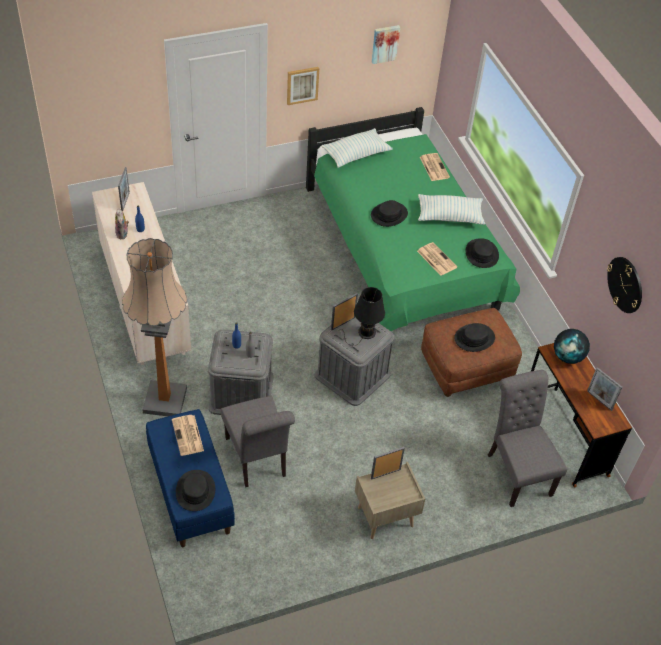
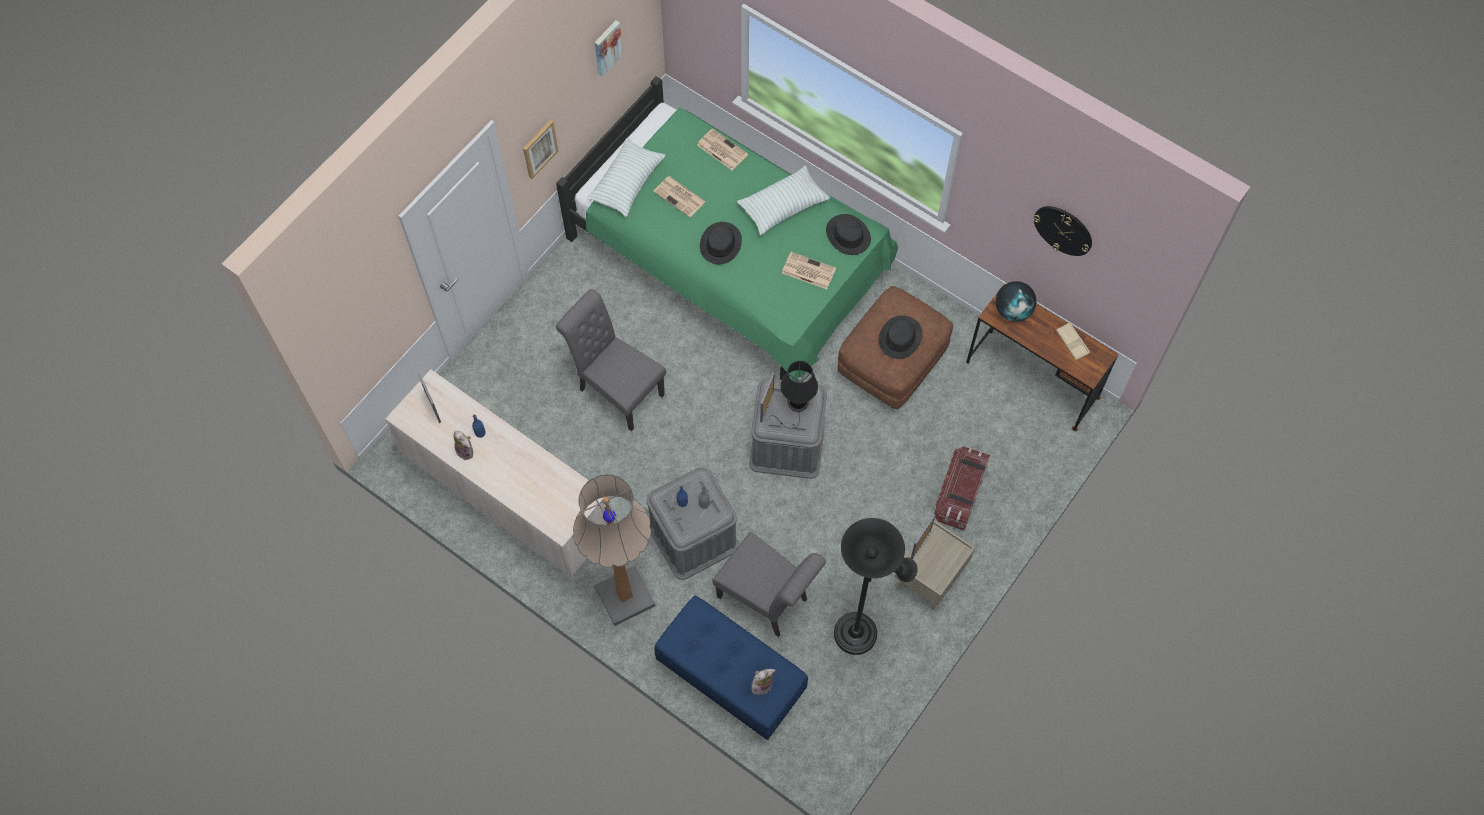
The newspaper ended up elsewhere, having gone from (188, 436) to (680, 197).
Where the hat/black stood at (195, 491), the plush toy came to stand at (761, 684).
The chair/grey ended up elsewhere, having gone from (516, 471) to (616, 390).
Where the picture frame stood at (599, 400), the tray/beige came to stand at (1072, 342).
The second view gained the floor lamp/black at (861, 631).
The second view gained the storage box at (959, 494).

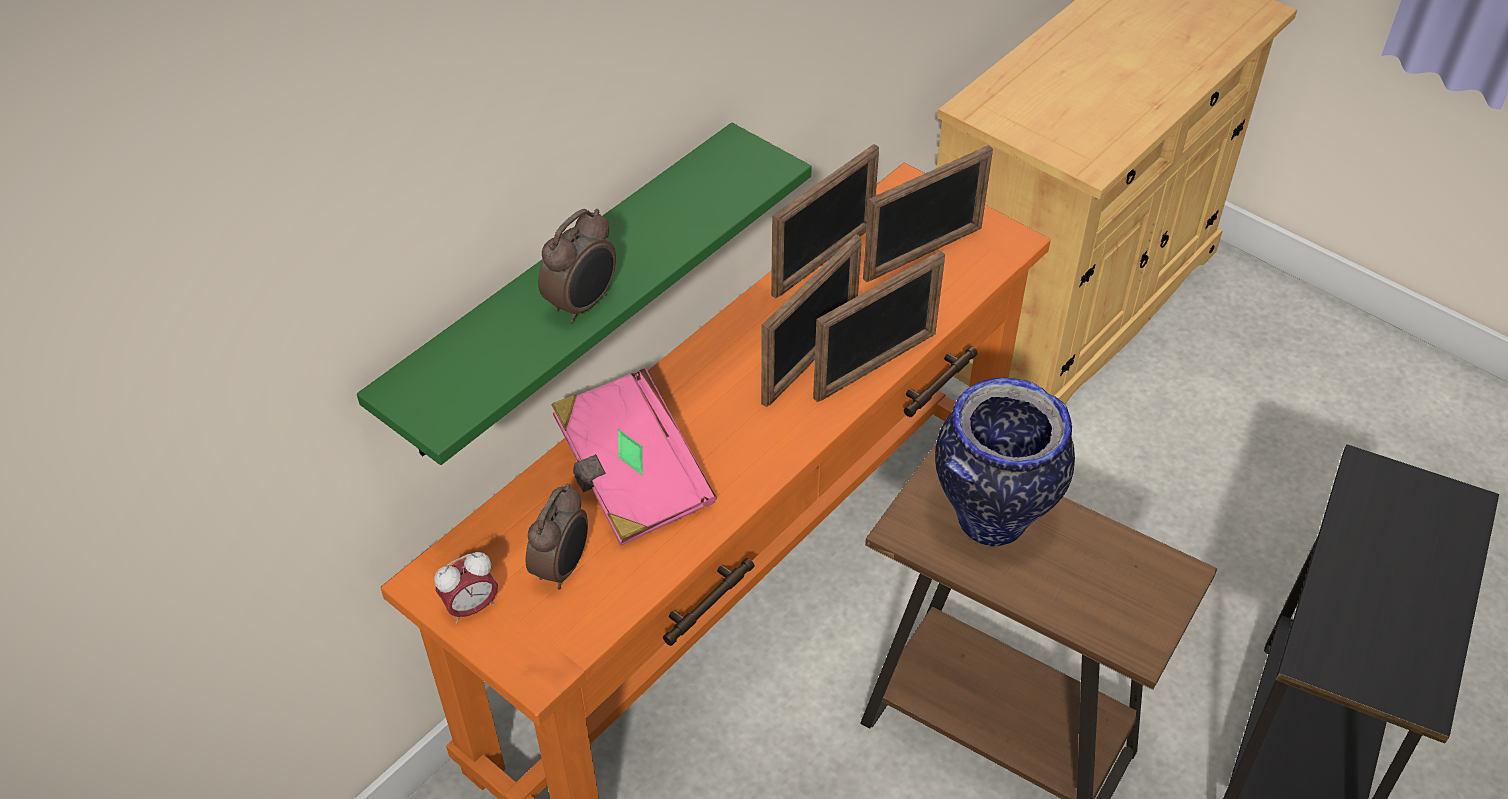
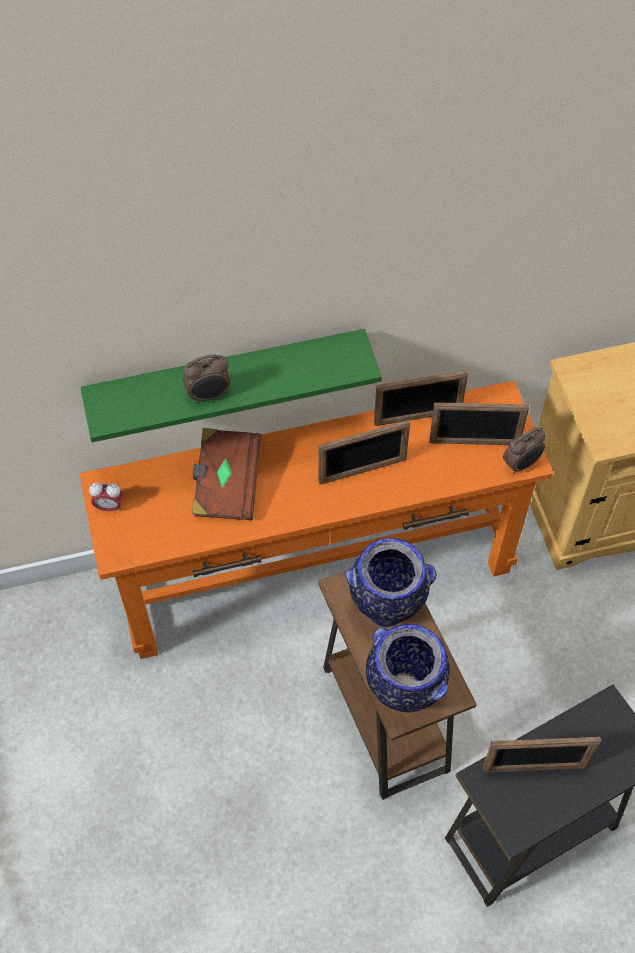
The alarm clock ended up elsewhere, having gone from (563, 567) to (521, 464).
What was the book/pink at (632, 478) turned into the book/brown at (226, 485).
The picture frame ended up elsewhere, having gone from (876, 366) to (534, 767).
The second view gained the vase at (404, 693).

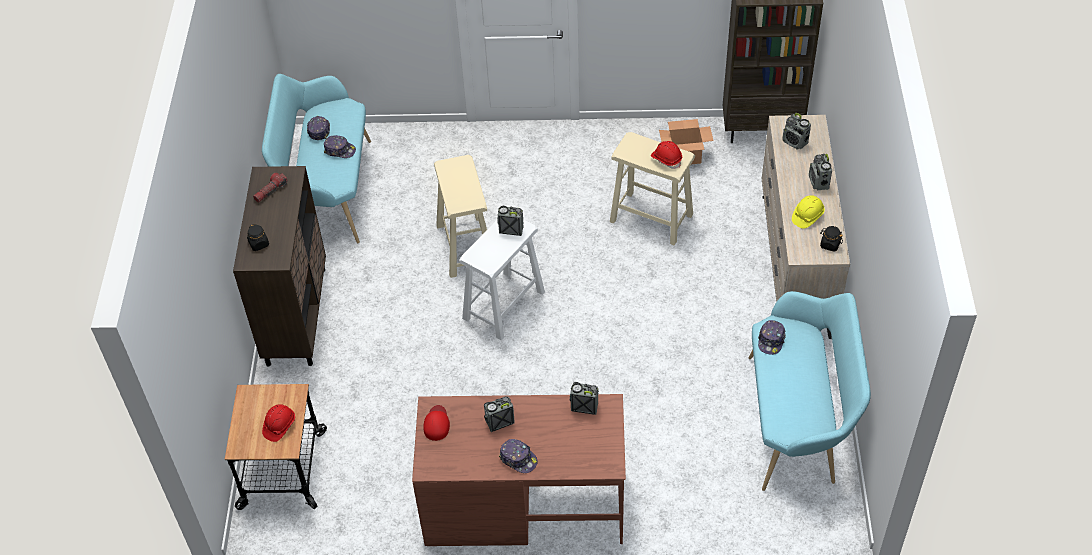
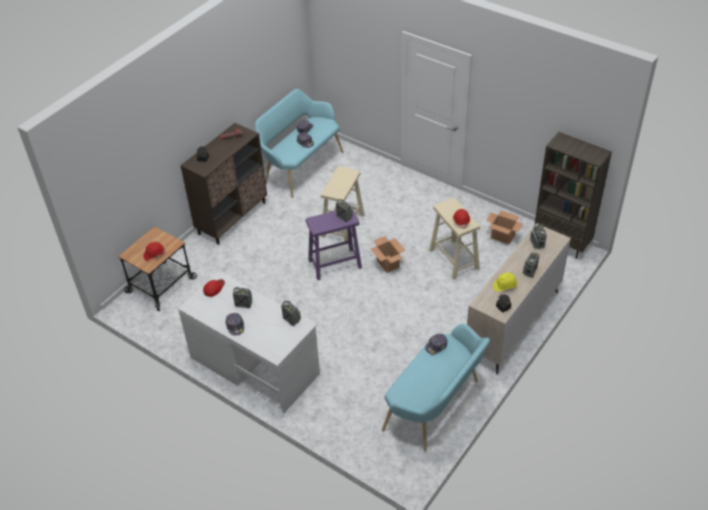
What was the desk/brown at (523, 503) turned into the desk/white at (254, 365).
What was the stool/white at (503, 305) turned into the stool/purple at (334, 264).
The second view gained the cardboard box at (388, 264).

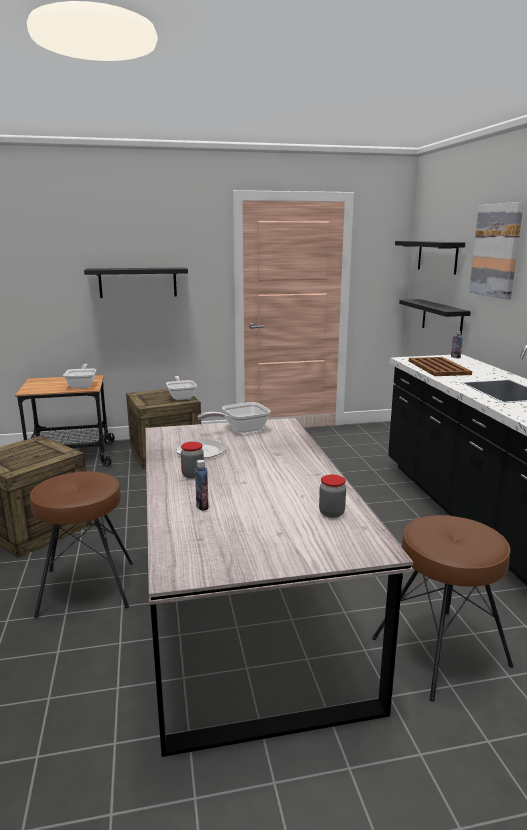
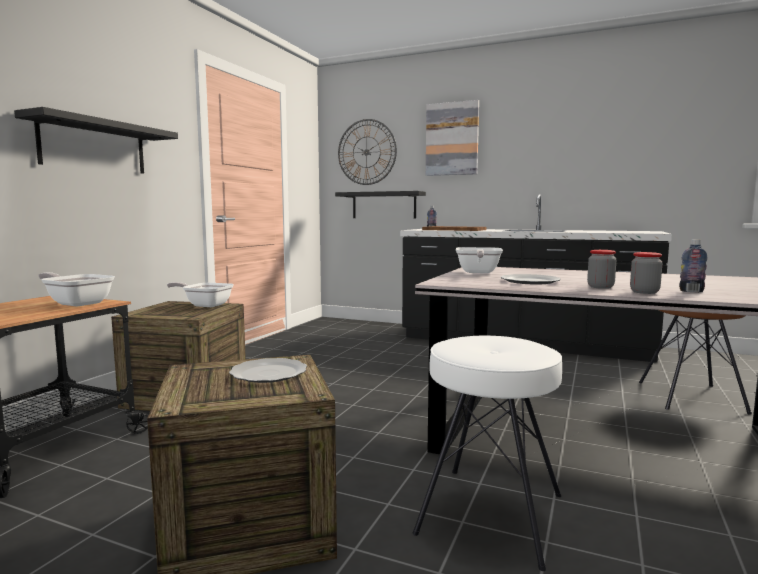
What was the stool/brown at (87, 587) turned into the stool/white at (489, 513).
The jar ended up elsewhere, having gone from (331, 513) to (644, 292).
Where the shelf/black hung at (437, 256), the wall clock came to hang at (366, 152).
The second view gained the plate at (269, 374).

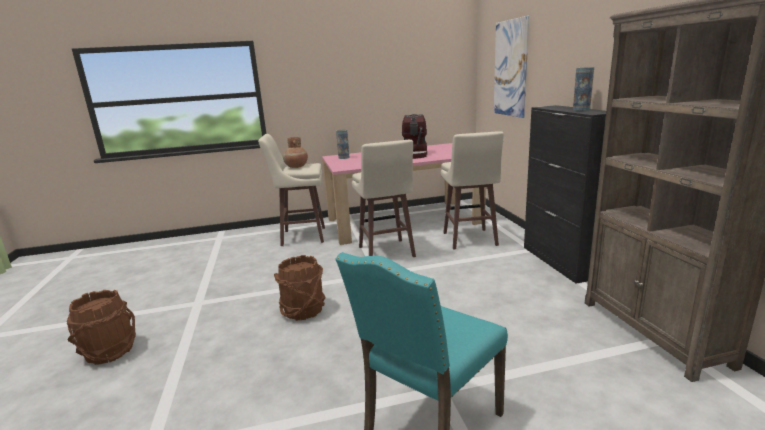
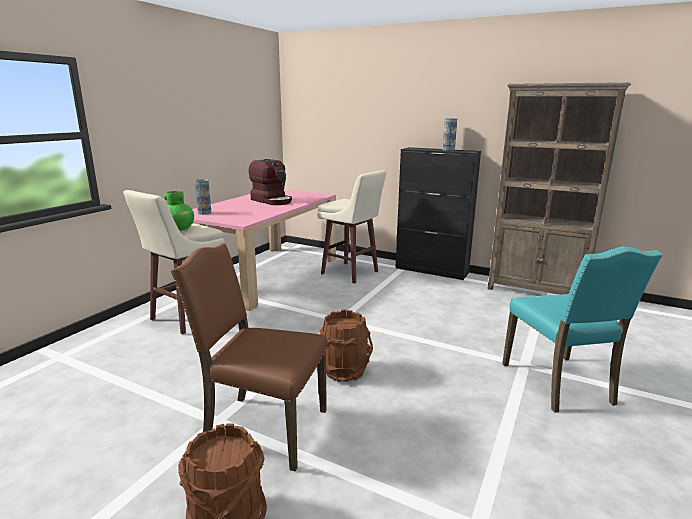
What was the vase/brown at (296, 167) turned into the vase/green at (179, 229).
The second view lost the stool/beige at (386, 252).
The second view lost the picture at (510, 68).
The second view gained the chair/brown at (263, 427).

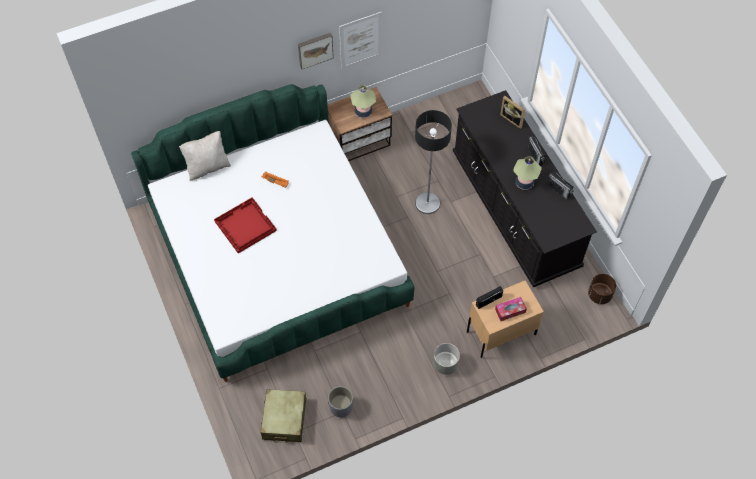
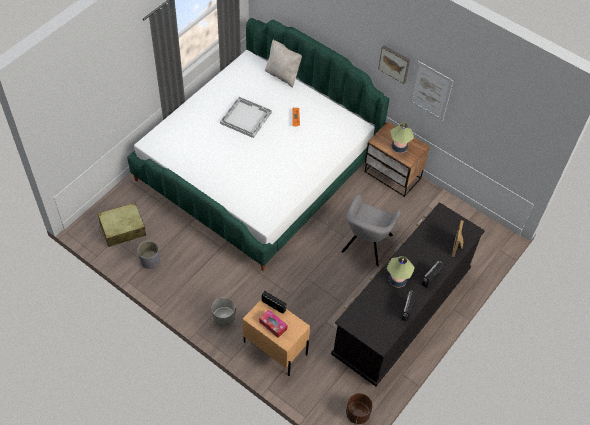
What was the tray/red at (244, 226) turned into the tray/white at (246, 117).
Where the floor lamp stood at (427, 203), the armchair/grey came to stand at (366, 245).

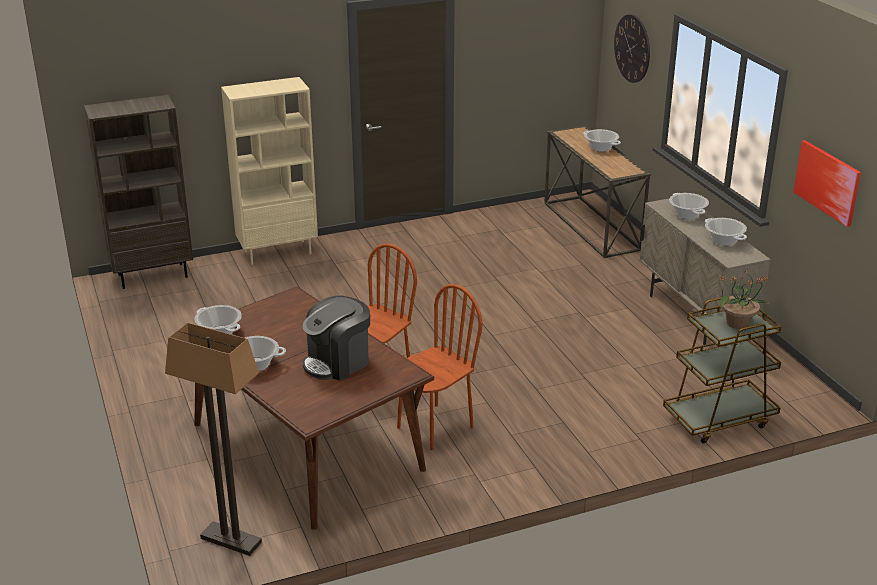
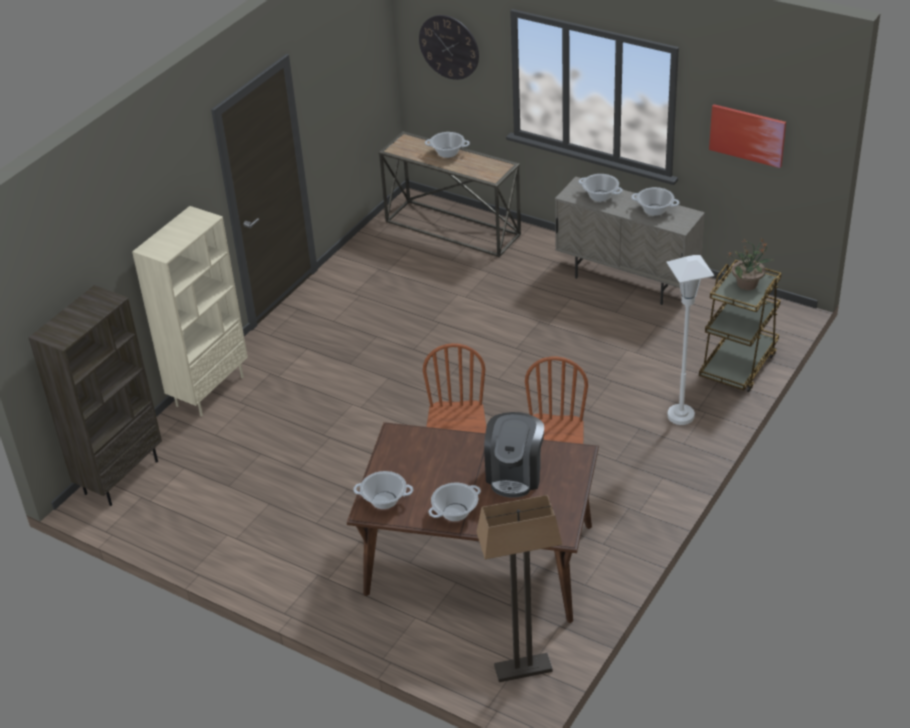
The second view gained the floor lamp/white at (680, 416).

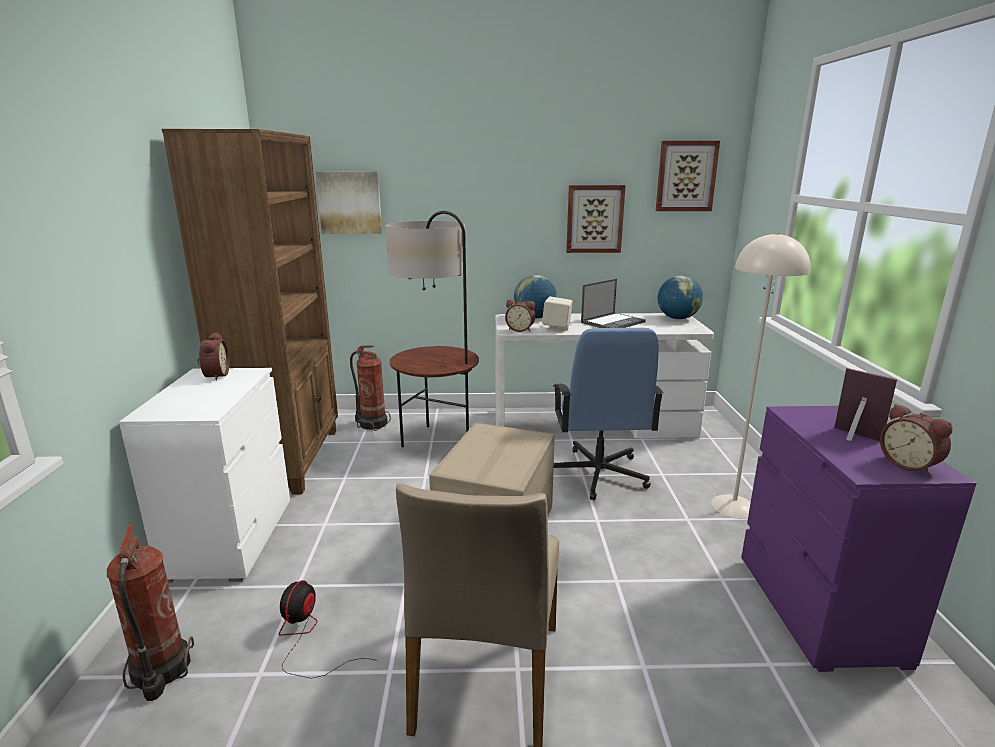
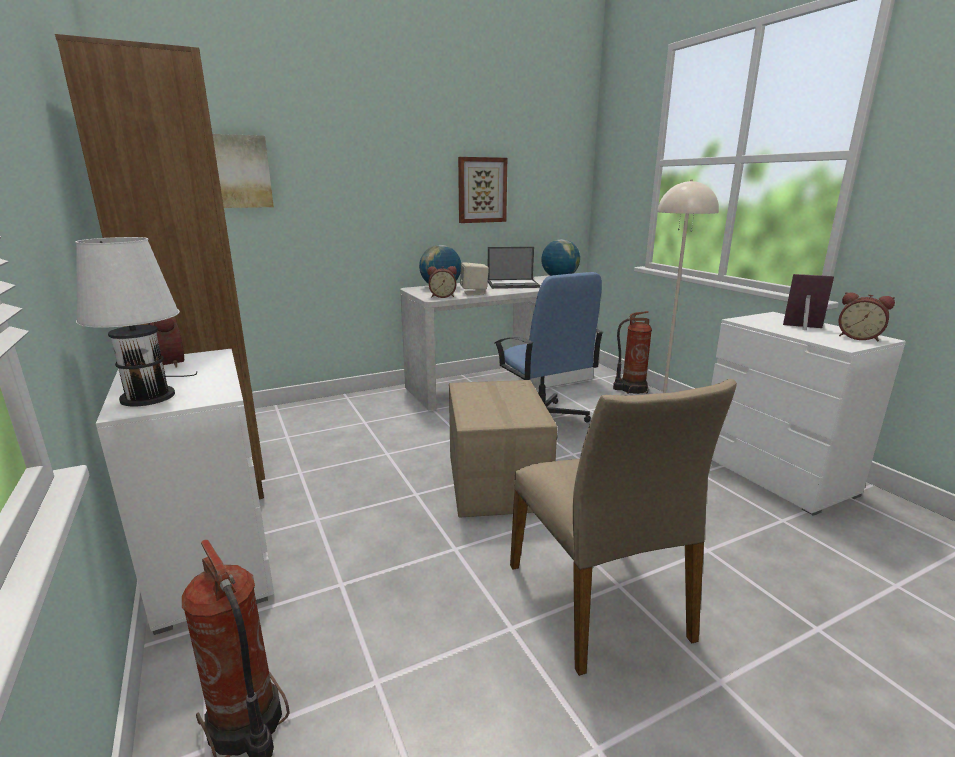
The second view lost the fan at (307, 638).
The fire extinguisher ended up elsewhere, having gone from (372, 424) to (631, 389).
The second view lost the floor lamp at (437, 441).
The laptop at (613, 322) ended up facing another way, 60 degrees clockwise from before.
The second view lost the picture at (686, 176).
What was the dresser/purple at (819, 610) turned into the dresser/white at (776, 476).
The second view gained the table lamp/white at (149, 395).

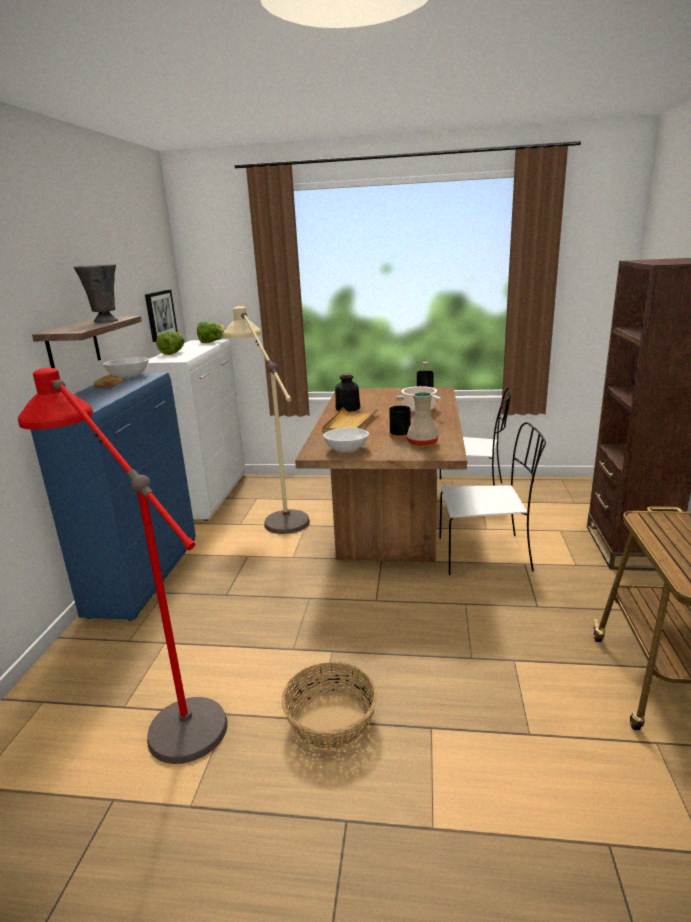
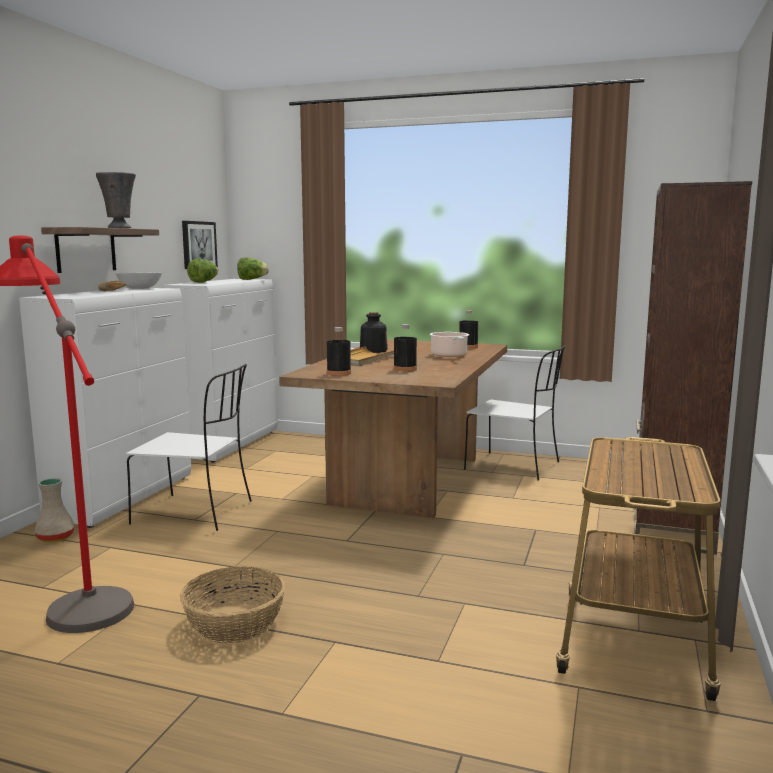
What was the cabinet/blue at (145, 576) turned into the cabinet/white at (124, 497).
The second view lost the floor lamp/beige at (275, 510).
Where the bowl/white stood at (347, 449), the bottle/black came to stand at (339, 373).
The vase/beige ended up elsewhere, having gone from (421, 444) to (55, 537).
The chair/white ended up elsewhere, having gone from (486, 554) to (196, 513).

